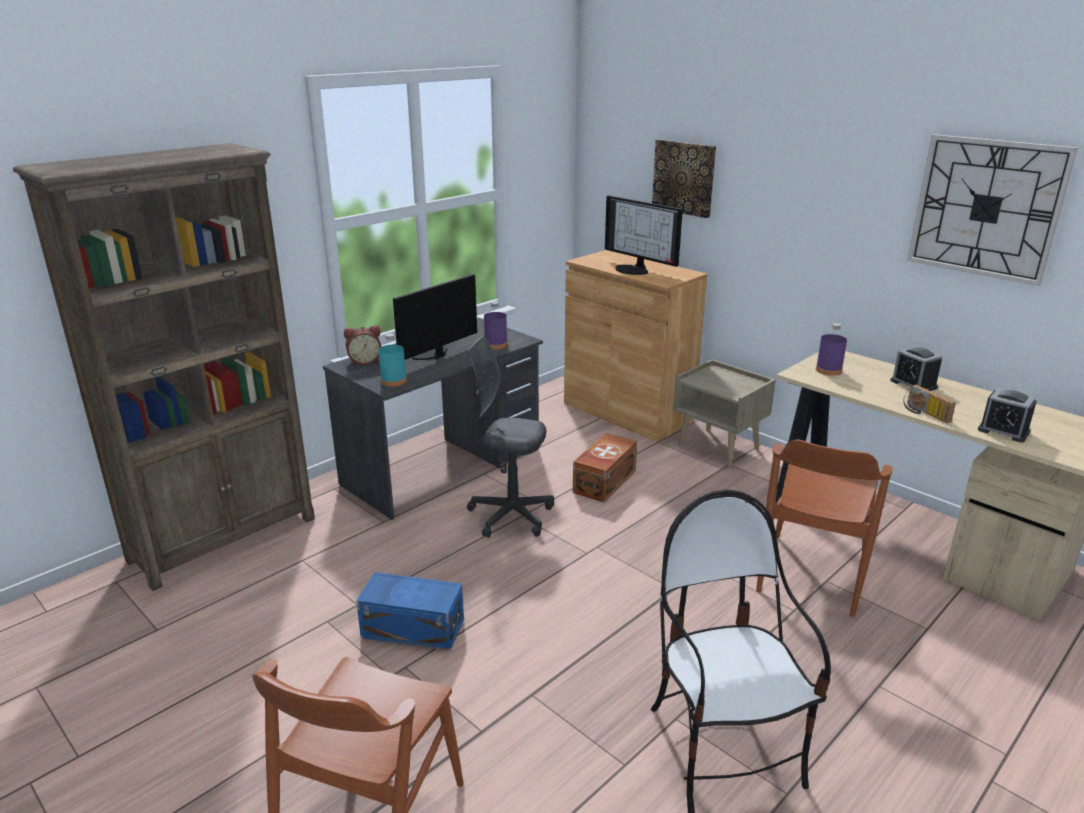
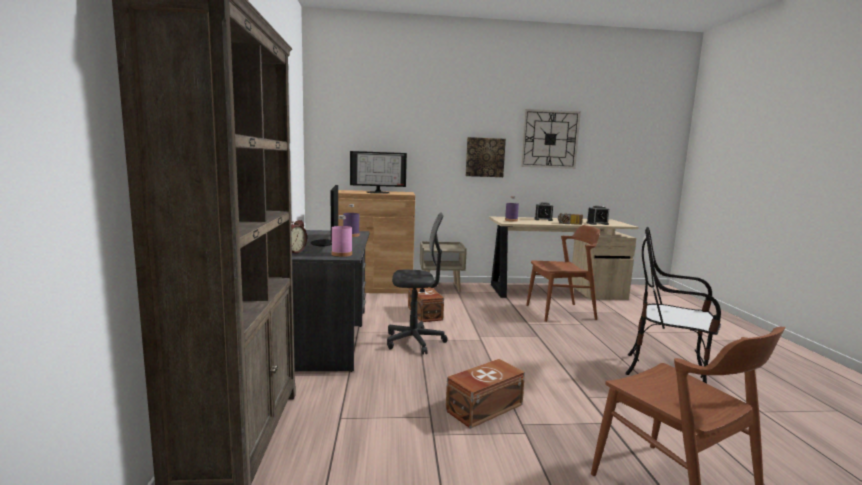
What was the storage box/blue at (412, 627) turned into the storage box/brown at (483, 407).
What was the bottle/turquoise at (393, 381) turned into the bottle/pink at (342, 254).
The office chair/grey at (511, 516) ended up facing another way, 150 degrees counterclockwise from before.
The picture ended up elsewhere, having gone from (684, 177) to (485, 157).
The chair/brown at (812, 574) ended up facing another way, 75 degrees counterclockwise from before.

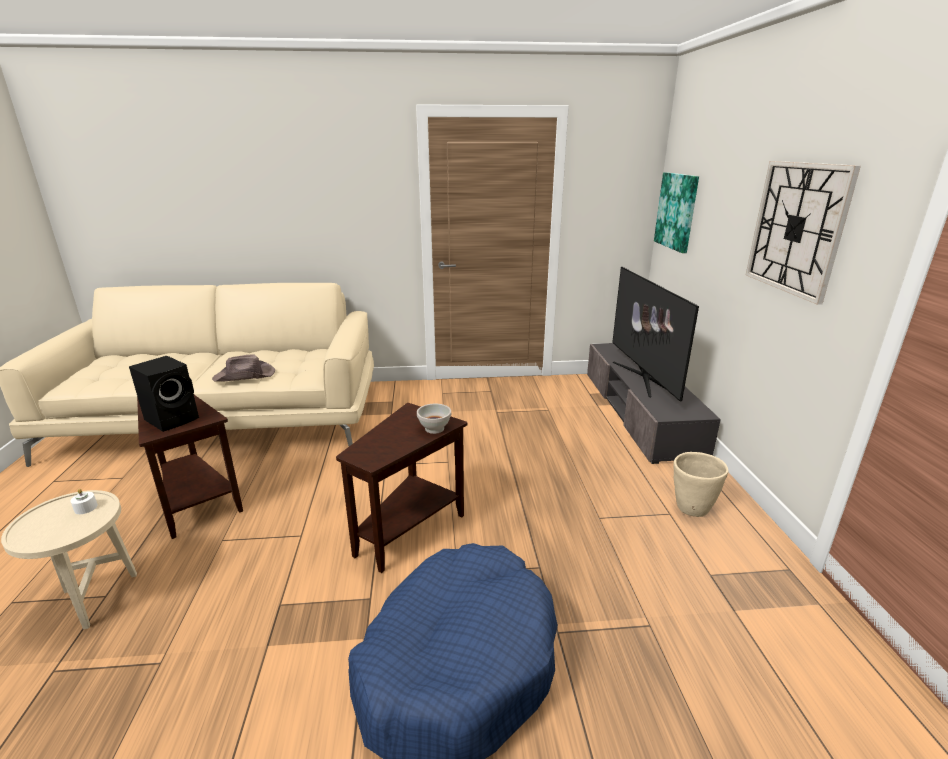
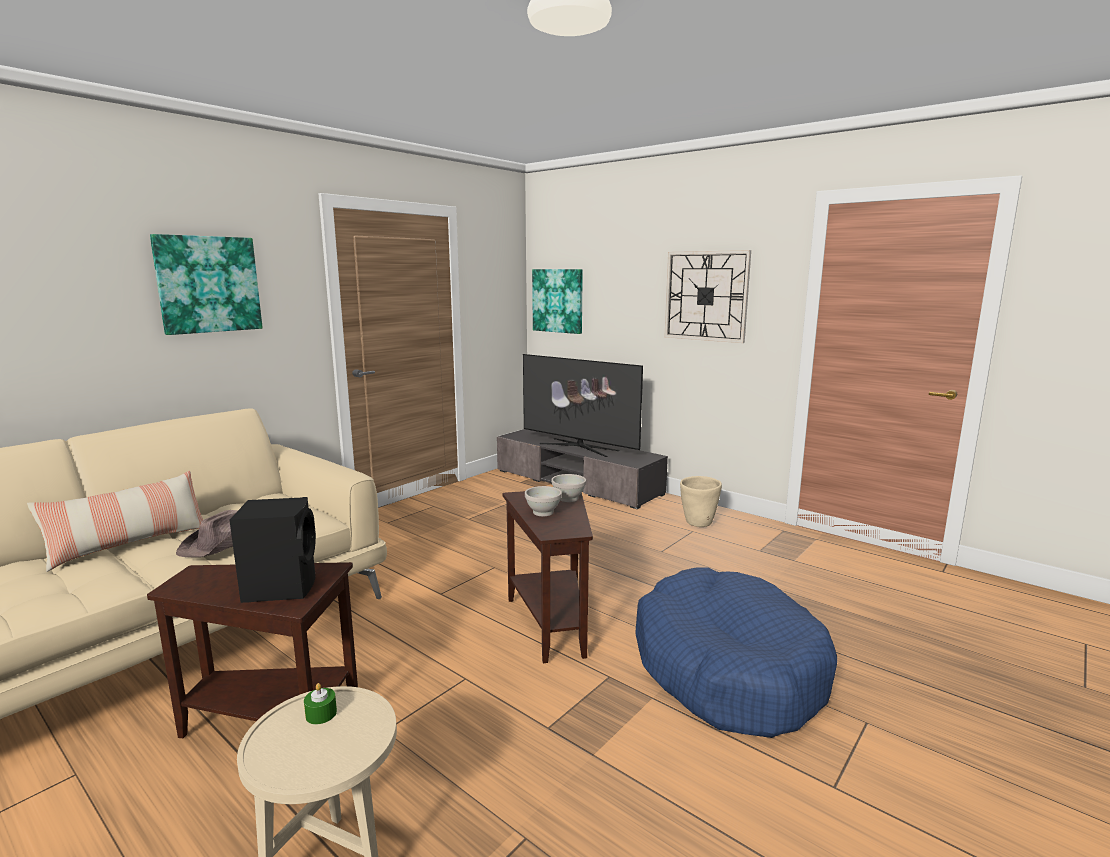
What was the candle/white at (86, 508) turned into the candle/green at (321, 714).
The second view gained the pillow at (129, 544).
The second view gained the picture at (208, 284).
The second view gained the bowl/white at (542, 512).

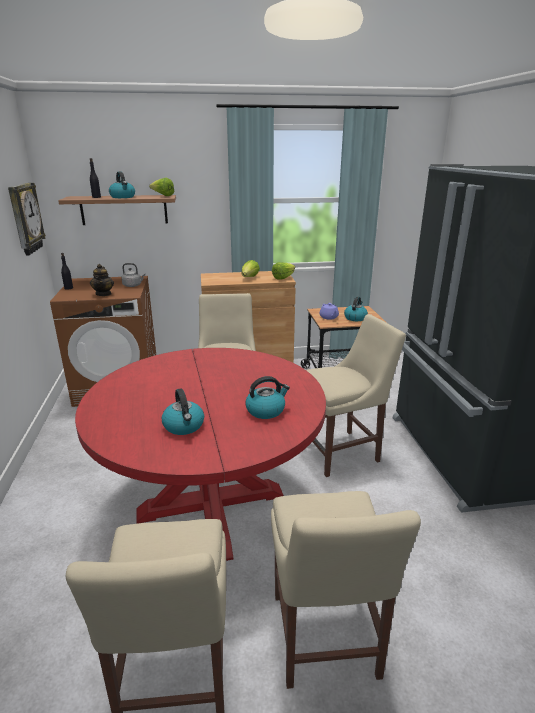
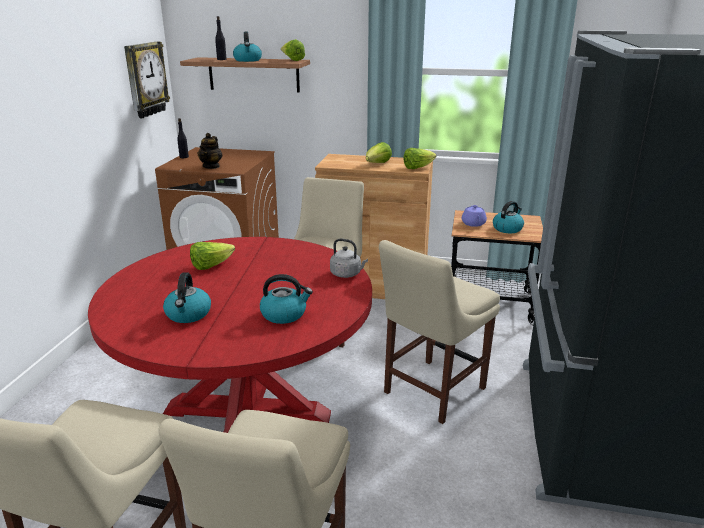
The kettle/grey ended up elsewhere, having gone from (133, 285) to (347, 274).
The chair/beige at (342, 452) ended up facing another way, 135 degrees clockwise from before.
The second view gained the lettuce at (211, 266).

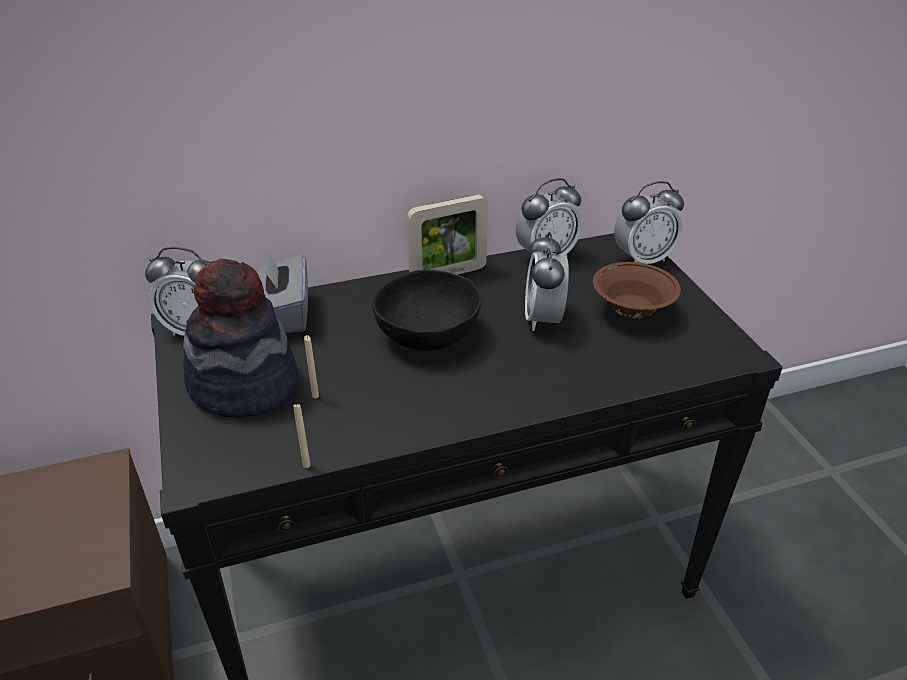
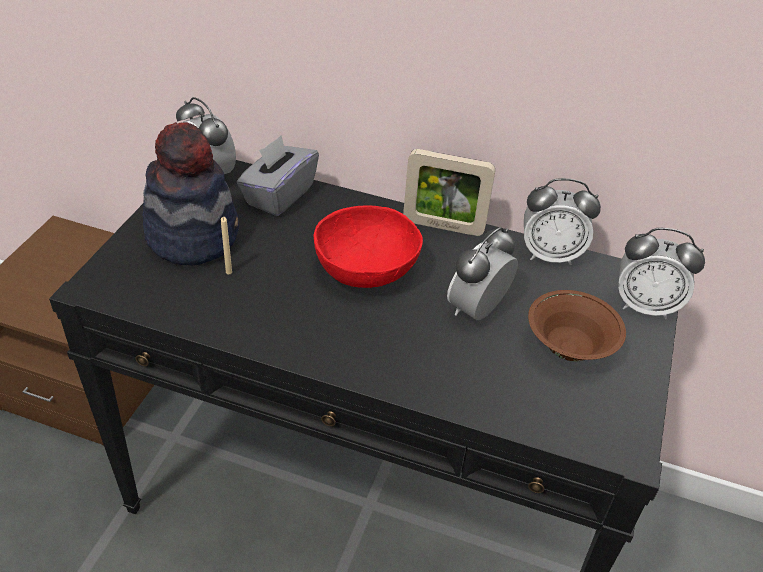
The second view lost the candle/beige at (306, 465).
What was the bowl/black at (428, 334) turned into the bowl/red at (366, 269).

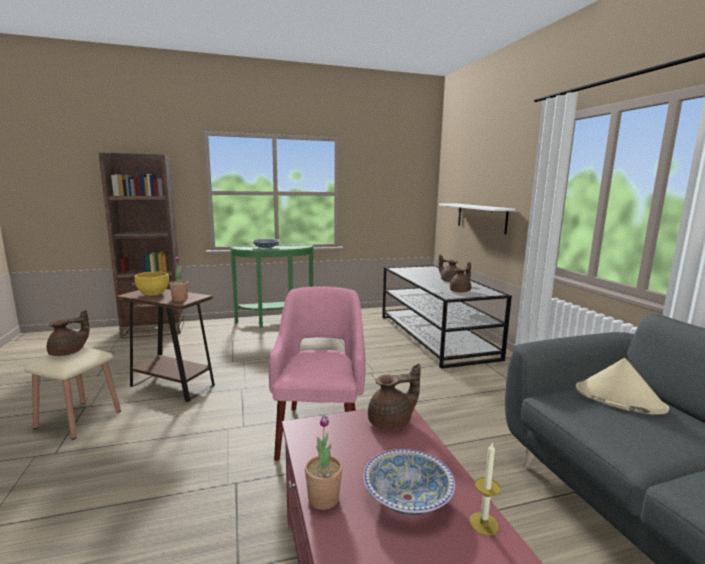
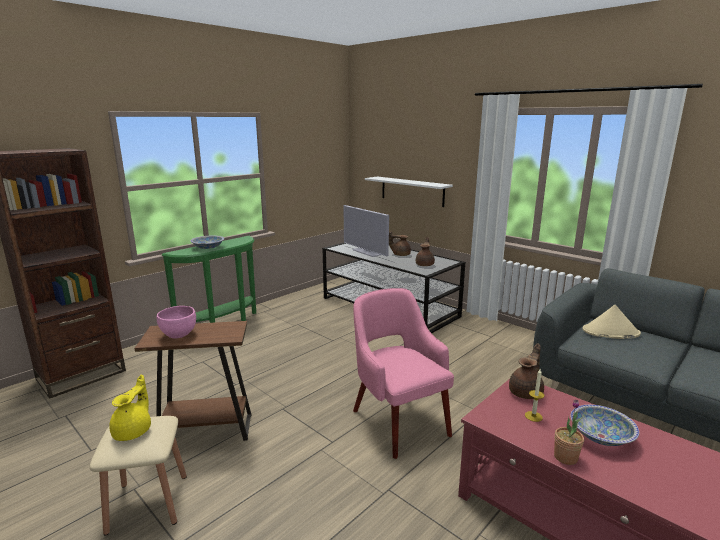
What was the teapot/brown at (69, 352) turned into the teapot/yellow at (134, 431).
What was the bowl/yellow at (153, 294) turned into the bowl/pink at (179, 335).
The second view lost the potted plant at (180, 299).
The candle ended up elsewhere, having gone from (483, 523) to (533, 416).
The second view gained the television at (366, 252).

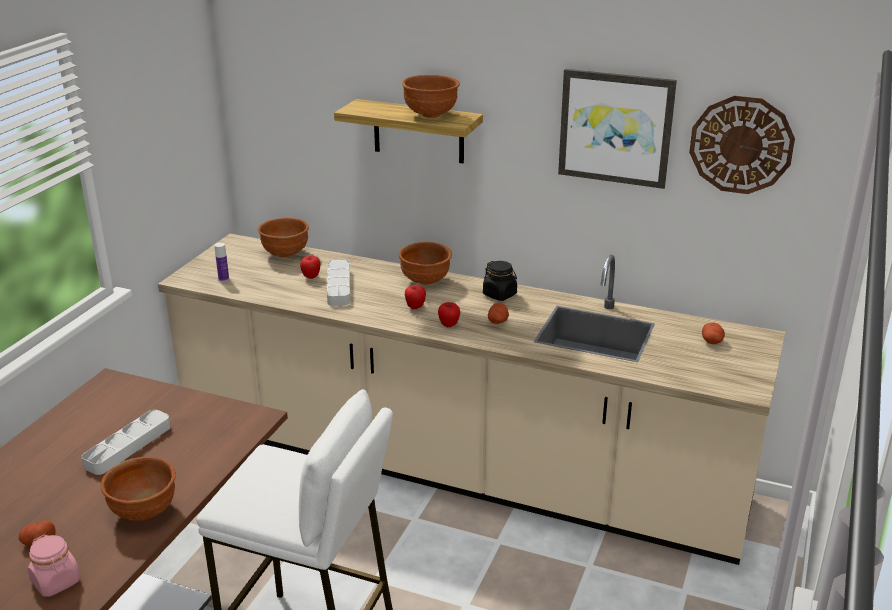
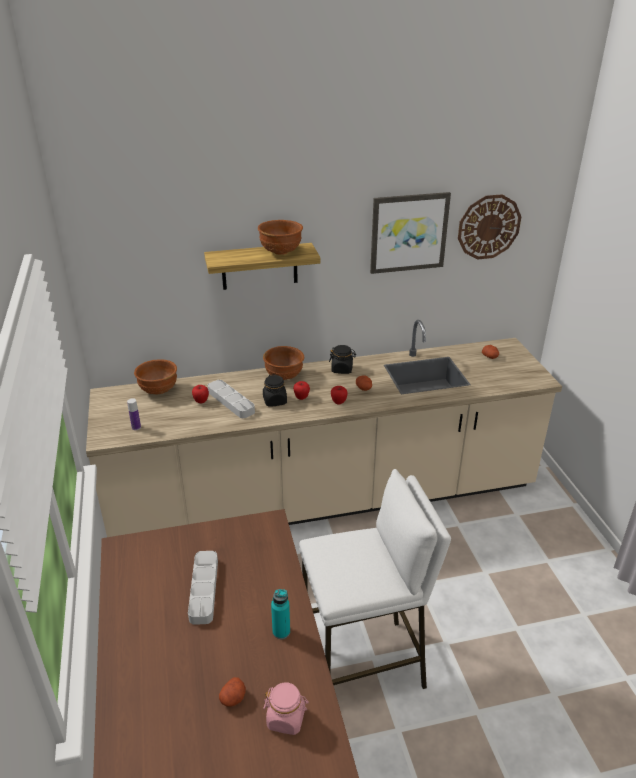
Where the bowl/brown stood at (144, 512), the bottle/turquoise came to stand at (281, 631).
The second view gained the jar/black at (275, 401).

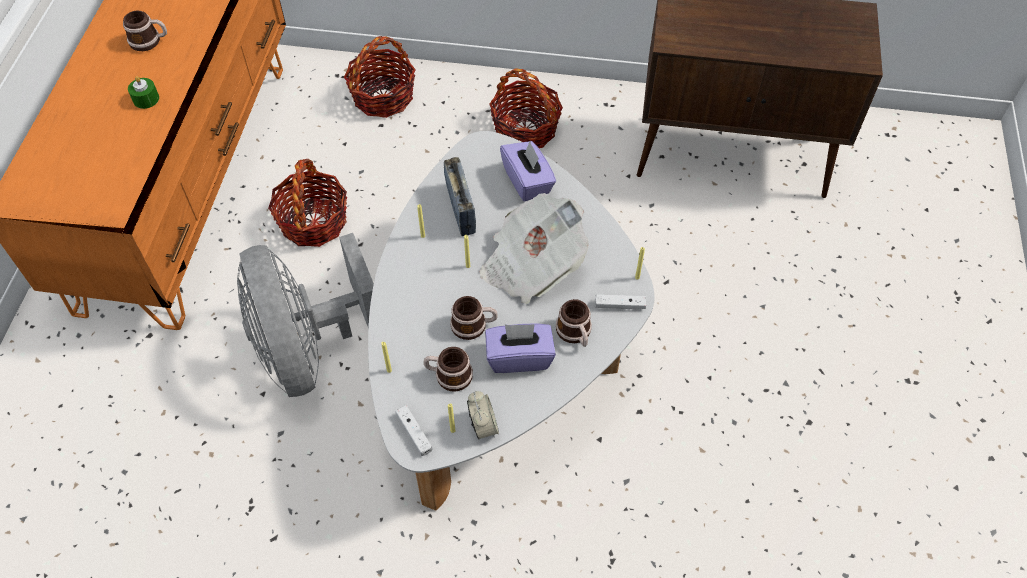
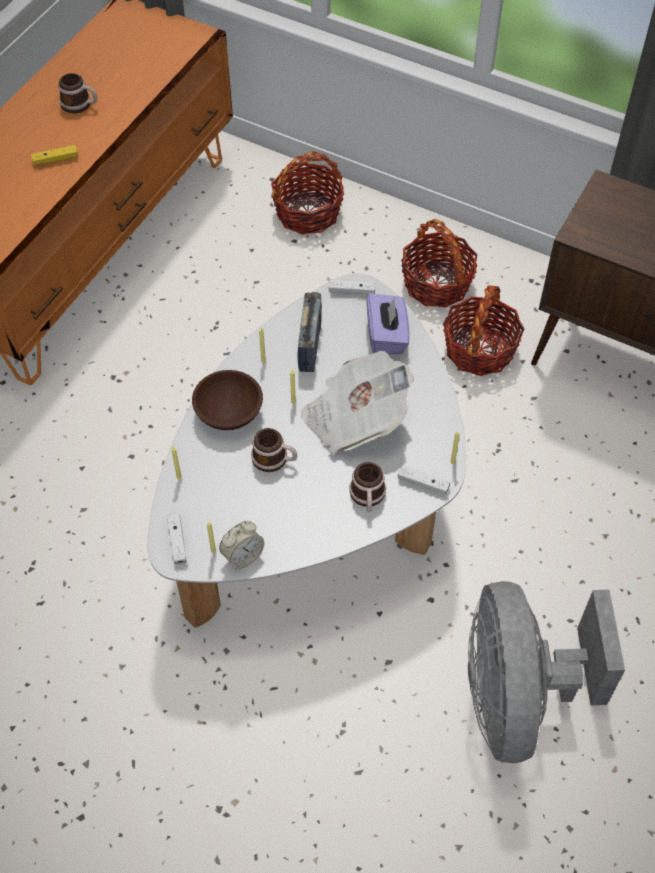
Where the candle/green stood at (146, 99), the game controller/yellow came to stand at (55, 159).
The fan/grey ended up elsewhere, having gone from (309, 349) to (517, 697).
The basket ended up elsewhere, having gone from (313, 221) to (479, 349).
The second view lost the mug at (448, 375).
The alarm clock at (483, 426) ended up facing another way, 45 degrees clockwise from before.
The second view lost the tissue box/purple at (519, 357).
The second view gained the bowl/brown at (230, 412).
The second view gained the game controller/white at (351, 291).

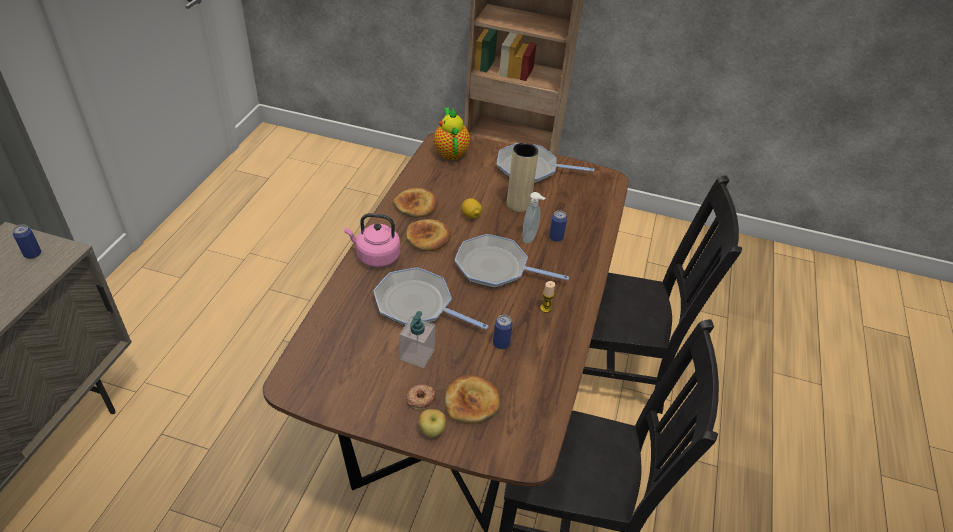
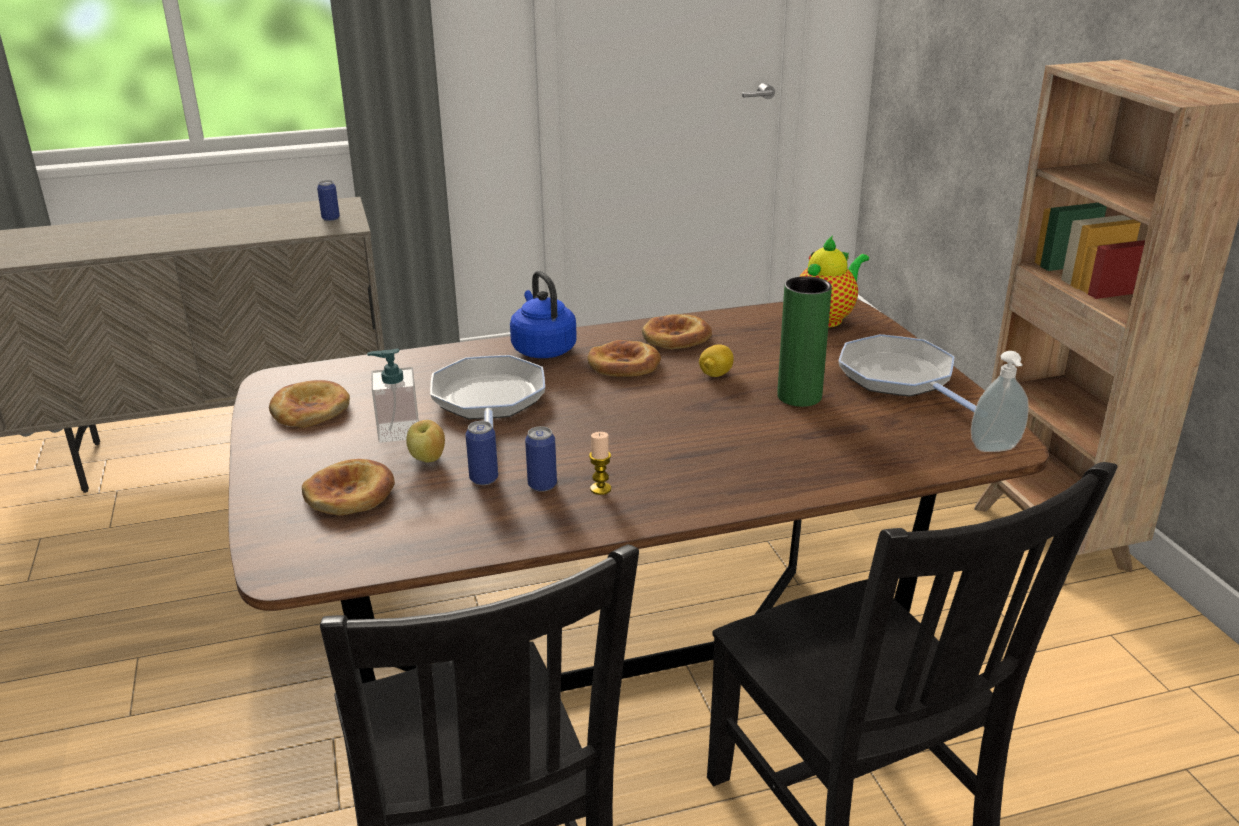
What was the kettle/pink at (375, 256) turned into the kettle/blue at (542, 349).
The second view lost the donut at (420, 399).
The apple ended up elsewhere, having gone from (432, 431) to (428, 459).
The second view lost the frying pan at (496, 267).
What was the vase/beige at (518, 204) turned into the vase/green at (799, 396).
The soap dispenser ended up elsewhere, having gone from (530, 238) to (996, 449).
The can ended up elsewhere, having gone from (556, 237) to (542, 485).
The second view gained the bread at (310, 409).

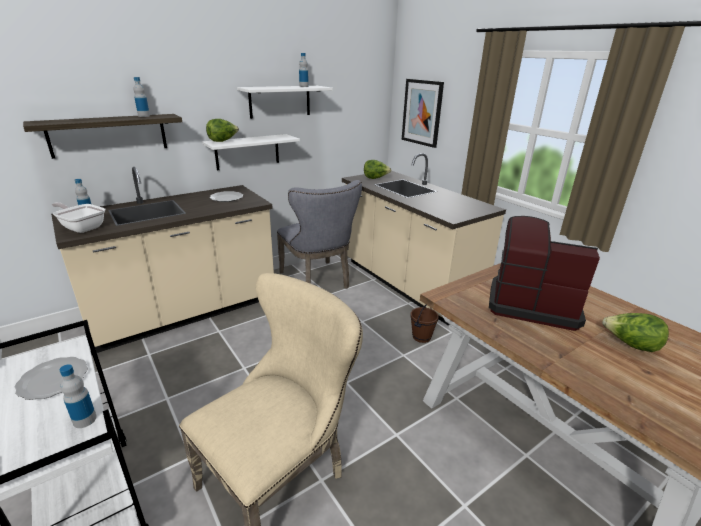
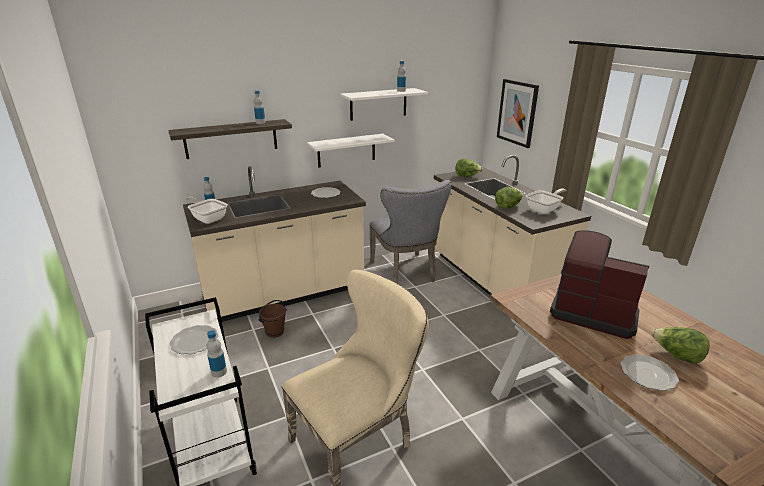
The lettuce ended up elsewhere, having gone from (223, 141) to (508, 206).
The bucket/brown ended up elsewhere, having gone from (421, 337) to (274, 332).
The second view gained the frying pan at (544, 209).
The second view gained the plate at (648, 374).

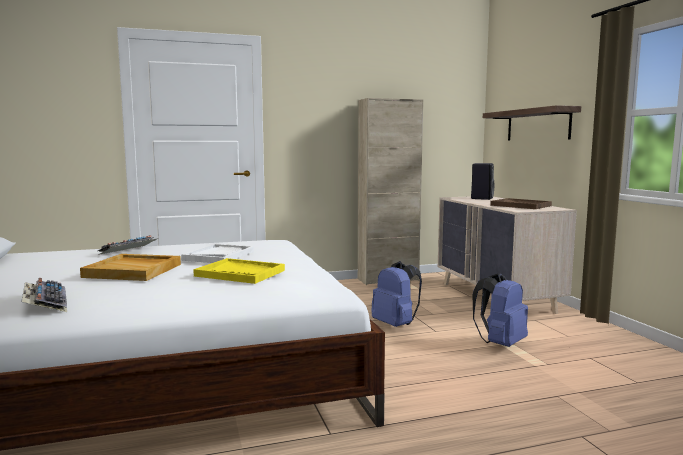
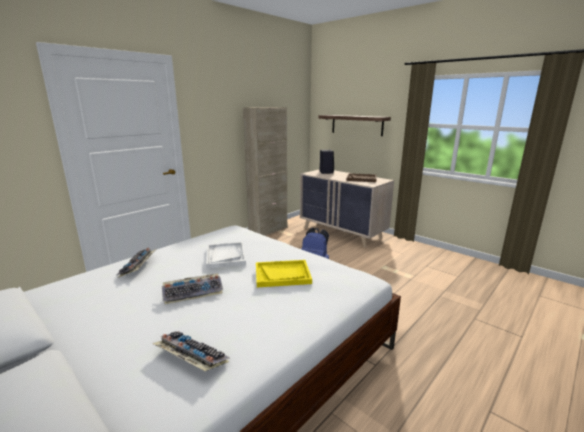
Where the tray/beige stood at (134, 270), the keyboard came to stand at (194, 292).
The second view lost the backpack/blue at (500, 343).

